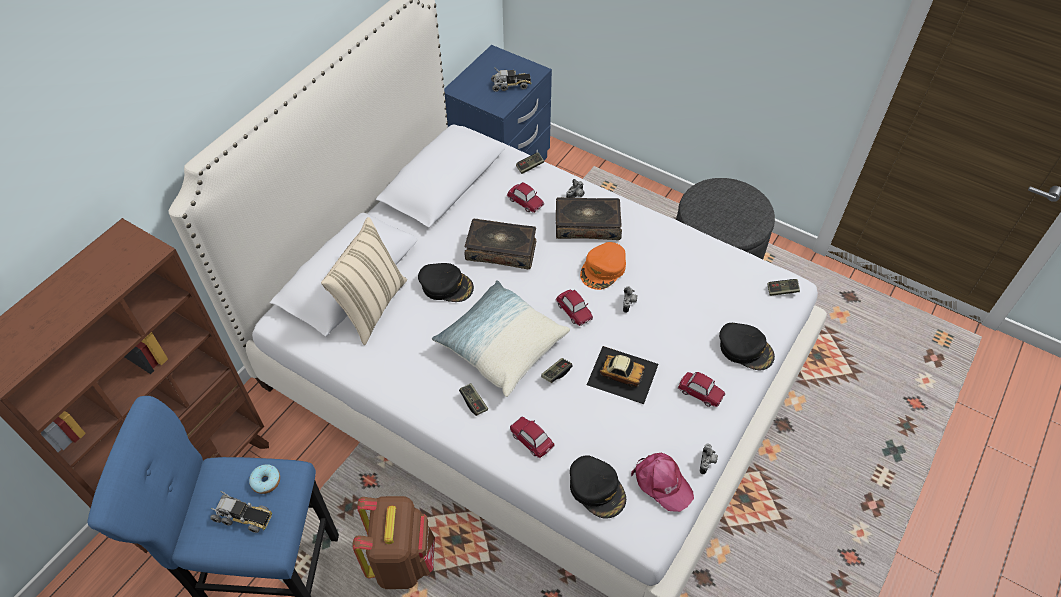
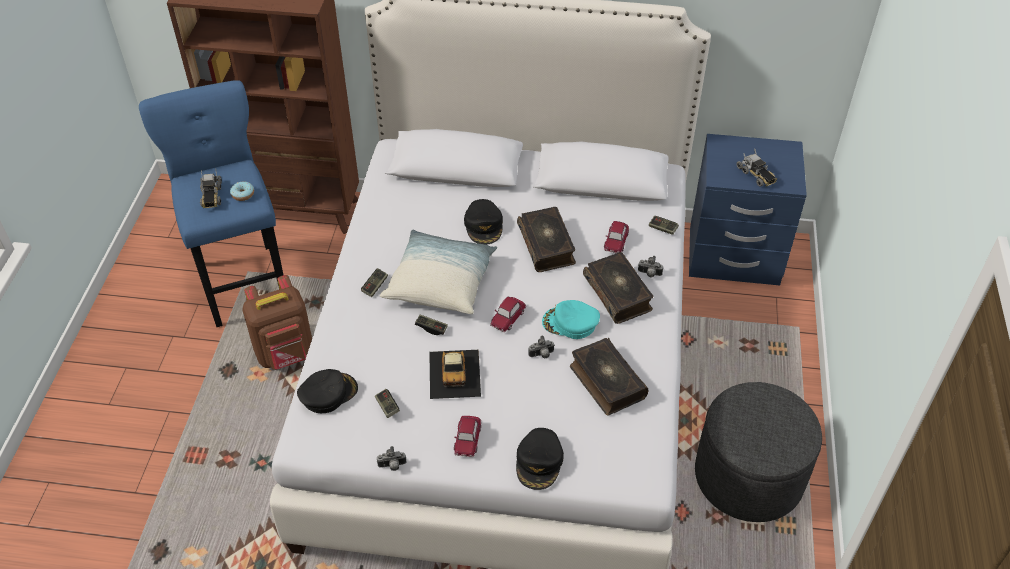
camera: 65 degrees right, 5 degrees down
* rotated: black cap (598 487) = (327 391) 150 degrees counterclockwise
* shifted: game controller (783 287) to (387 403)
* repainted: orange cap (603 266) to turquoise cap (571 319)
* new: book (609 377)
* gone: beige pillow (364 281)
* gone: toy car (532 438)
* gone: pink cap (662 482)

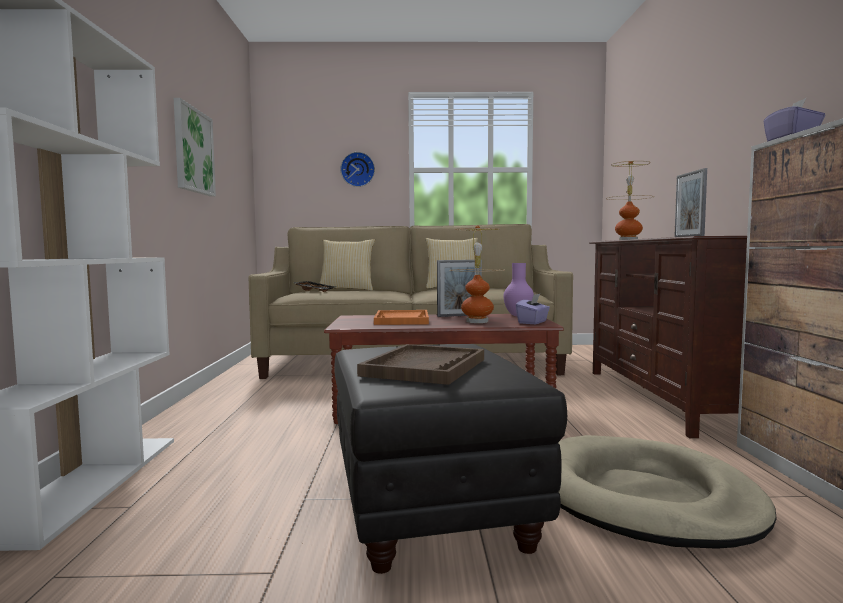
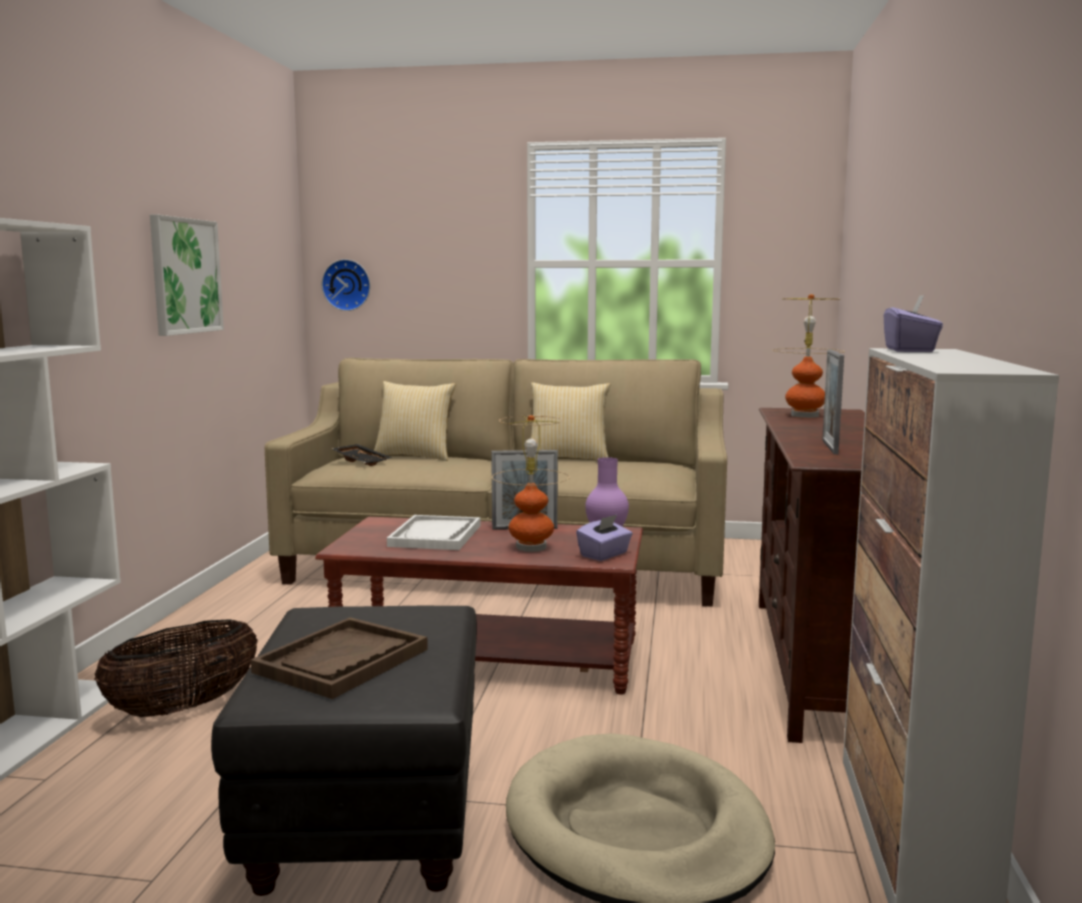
camera: 10 degrees right, 5 degrees up
* new: basket (176 668)
* shifted: wall clock (357 169) to (346 285)
* repainted: orange tray (401 317) to white tray (434 532)

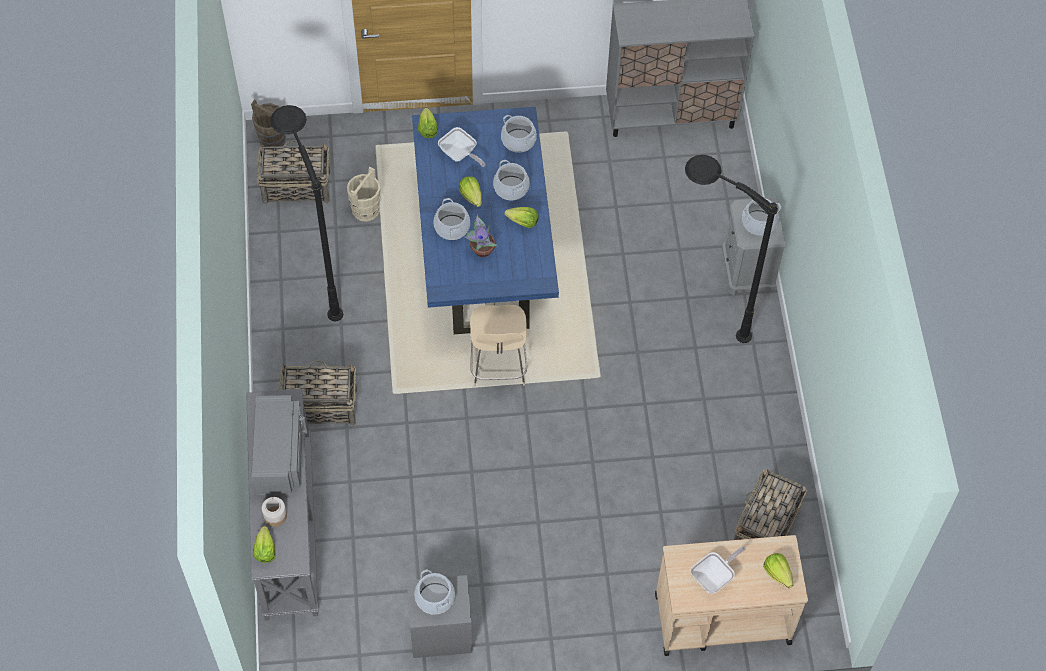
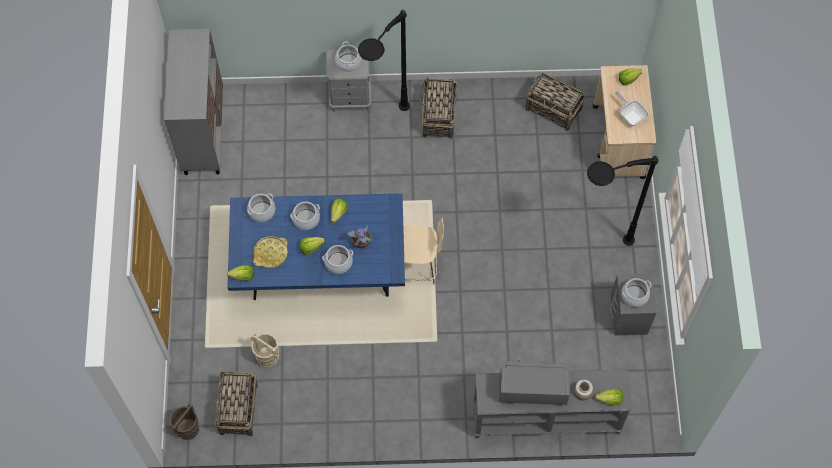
camera: 85 degrees left, 5 degrees up
* swapped: frying pan (462 147) to yellow tray (270 252)
* shifted: basket (318 393) to (438 108)
* shifted: black floor lamp (306 213) to (622 201)

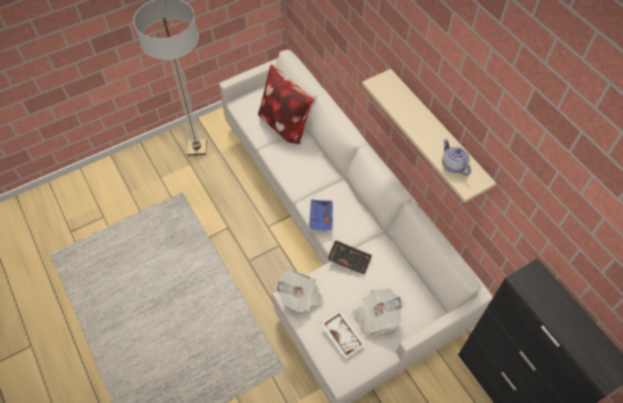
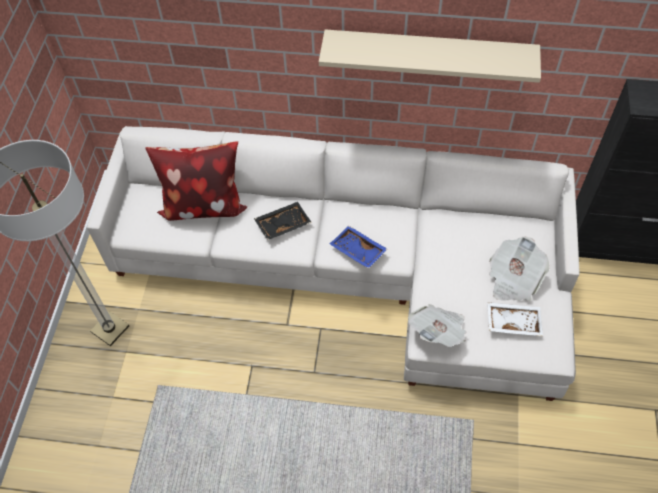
camera: 50 degrees left, 0 degrees up
* shifted: black tray (349 257) to (283 221)
* gone: teapot (456 157)

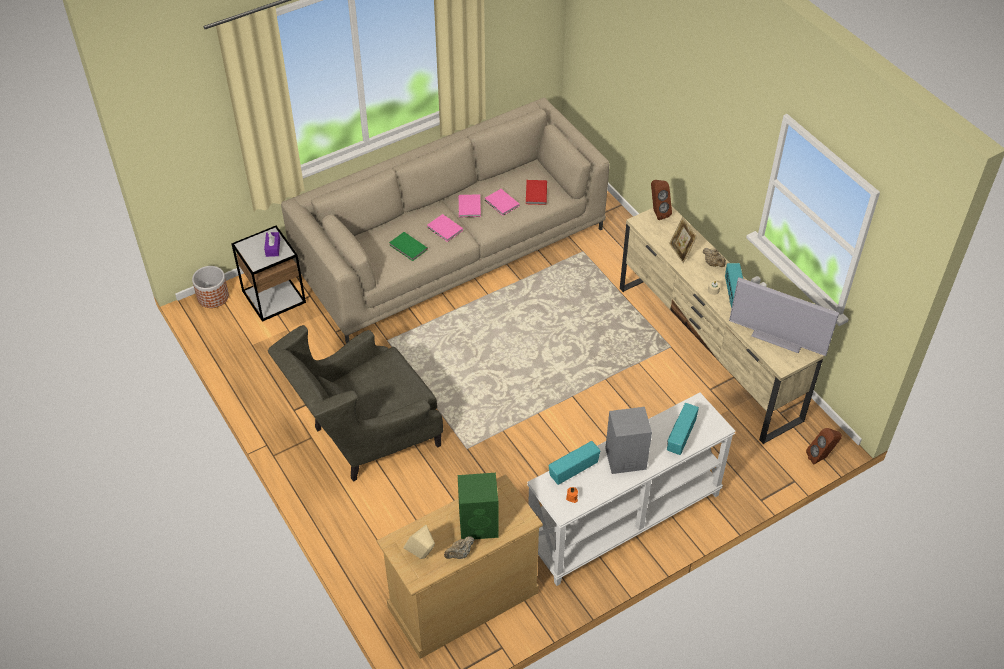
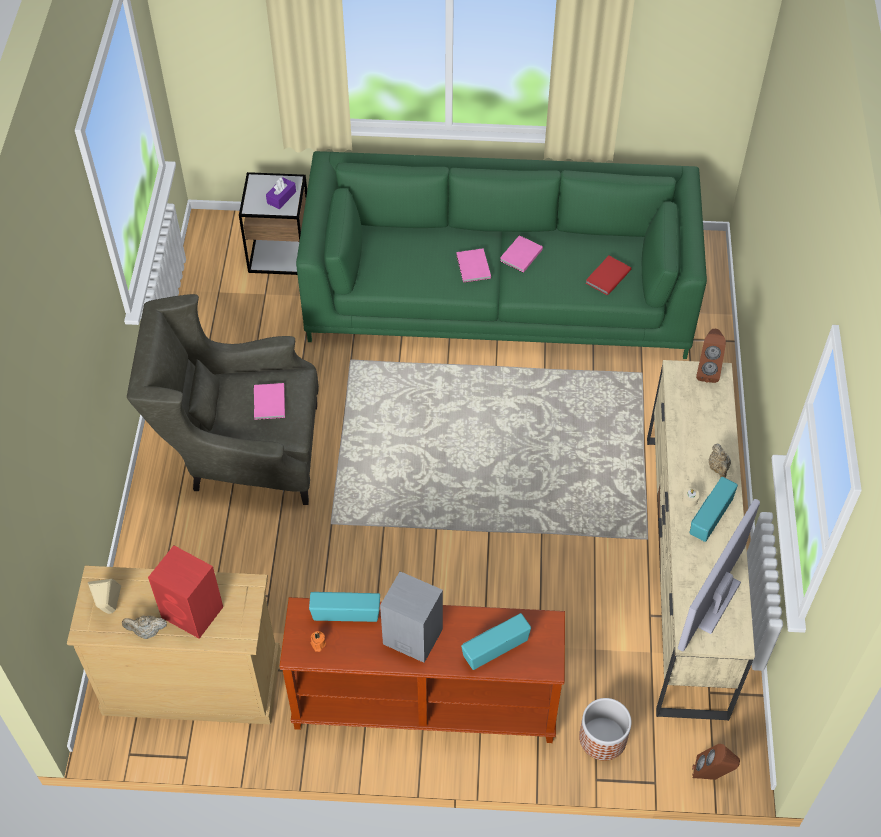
camera: 35 degrees right, 5 degrees up
* repainted: green speaker (478 506) to red speaker (185 592)
* shifted: pink book (502 202) to (269 401)
* repainted: white console table (631 489) to brown console table (422 670)
* repainted: beige sofa (445 221) to green sofa (501 255)
* shifted: planter (210 287) to (605 729)
* rotated: television (784 316) = (719 575) 60 degrees clockwise
* gone: green book (408 246)
* gone: picture frame (683 240)

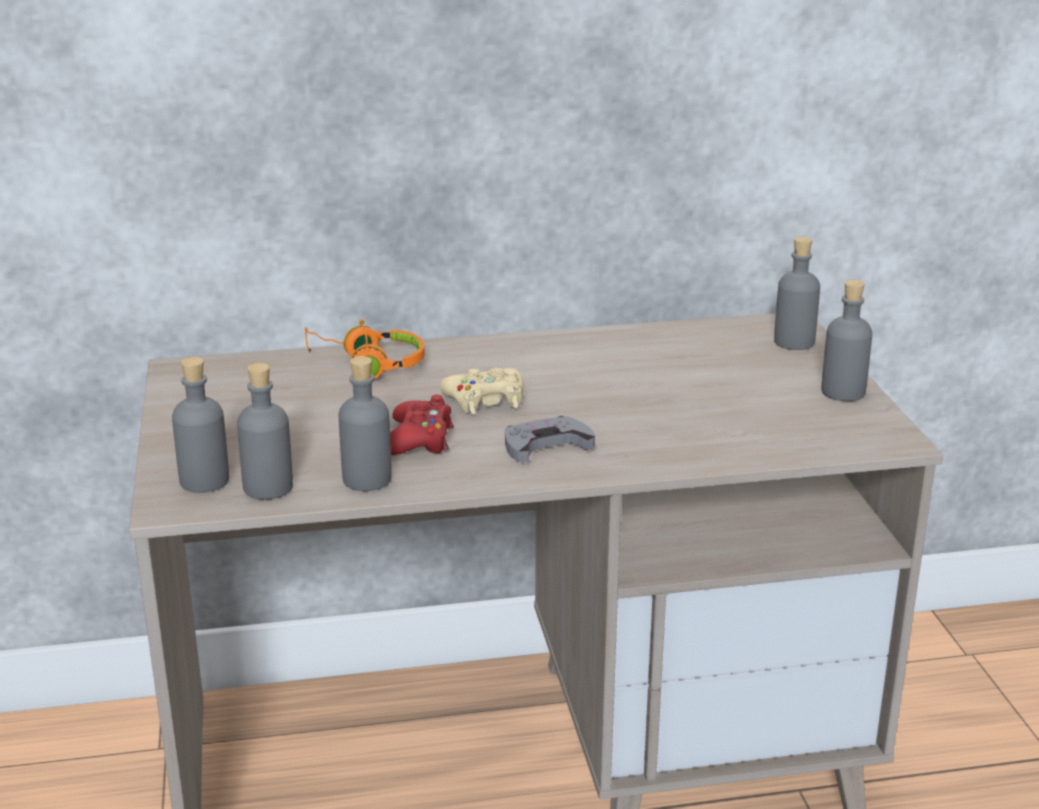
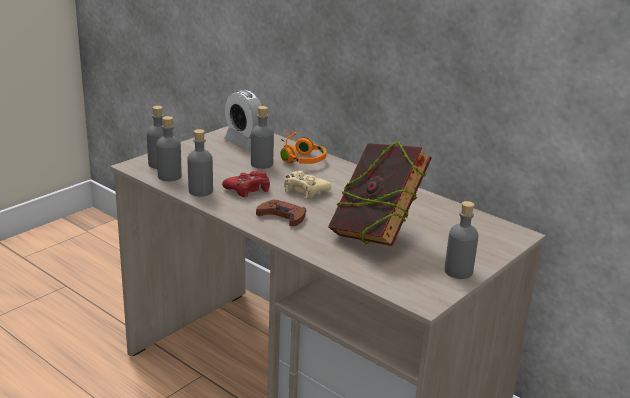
camera: 50 degrees right, 0 degrees up
* new: alarm clock (243 120)
* shifted: grey bottle (797 293) to (262 137)
* repainted: grey game controller (550 439) to brown game controller (281 212)
* new: book (380 193)

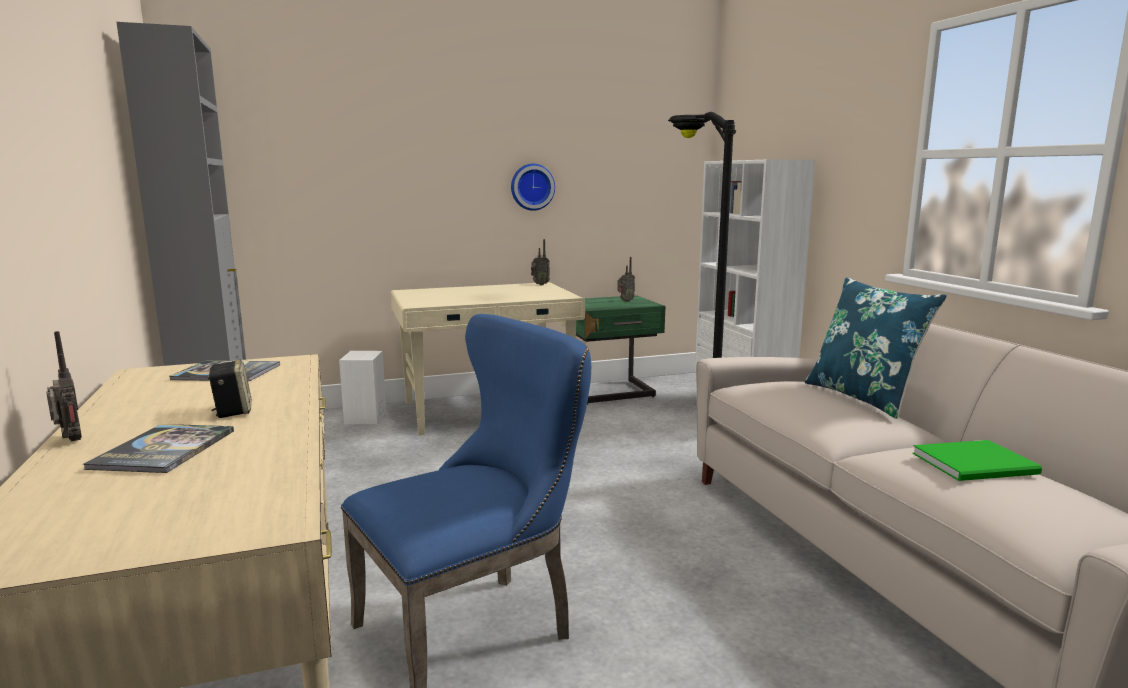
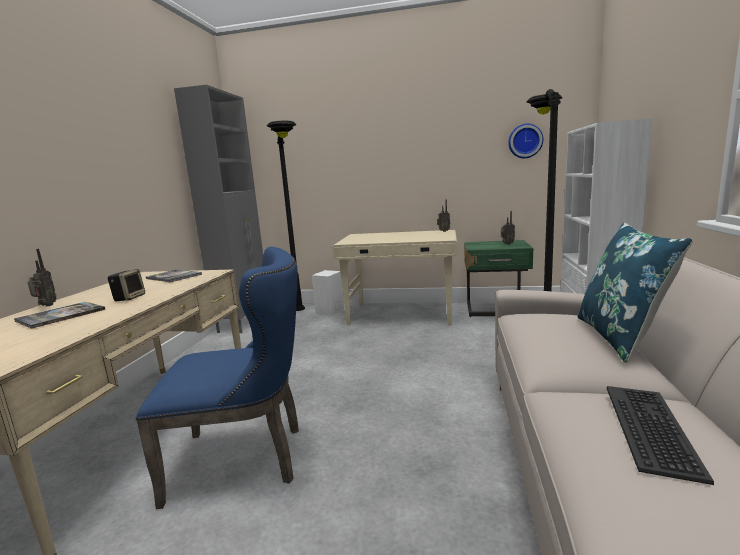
camera: 30 degrees right, 0 degrees up
* new: black floor lamp (286 216)
* shifted: wall clock (533 187) to (525 141)
* swapped: green book (977 460) to keyboard (660 435)

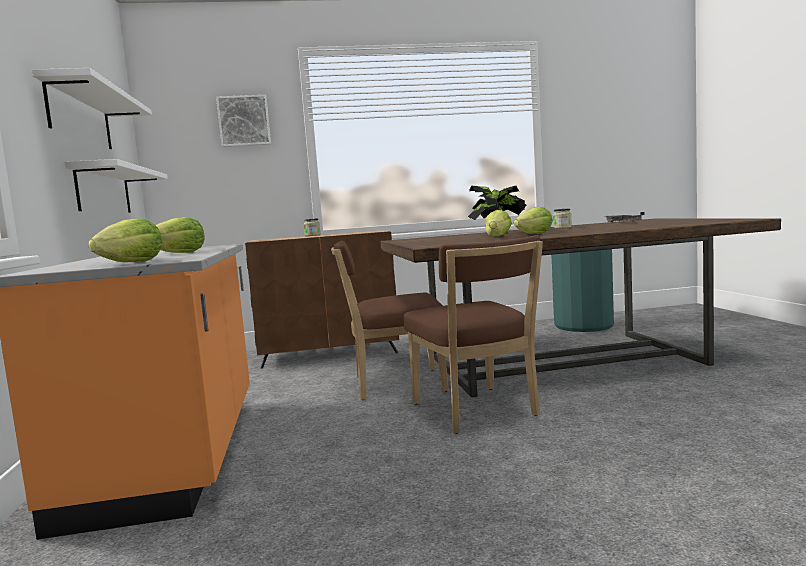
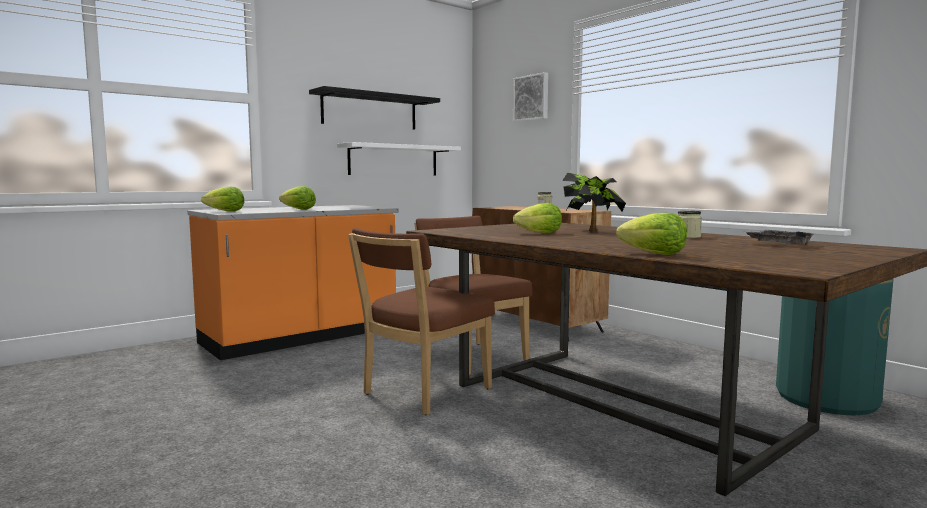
camera: 60 degrees right, 0 degrees up
* repainted: white shelf (92 108) to black shelf (374 108)
* shifted: lettuce (533 220) to (651 234)

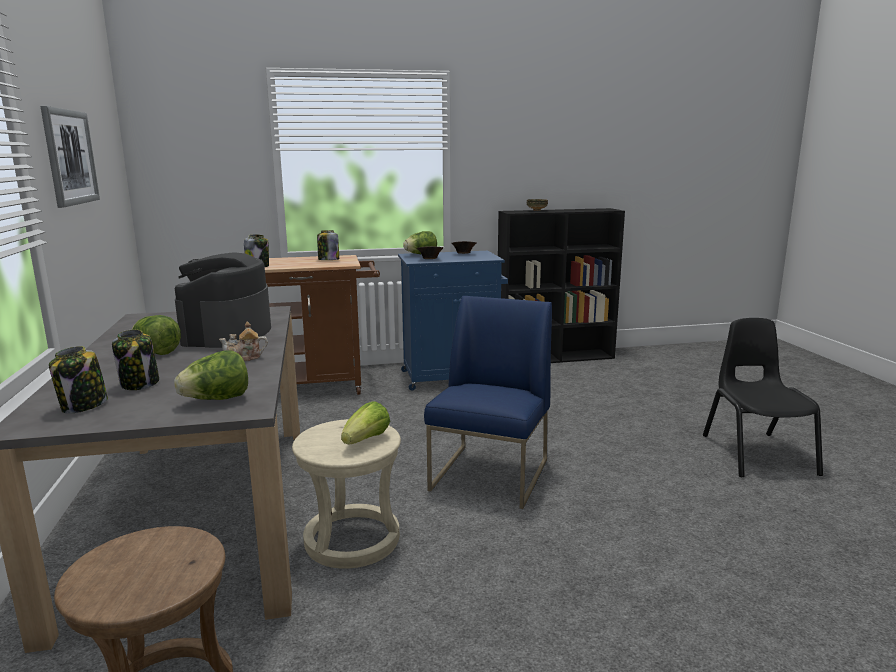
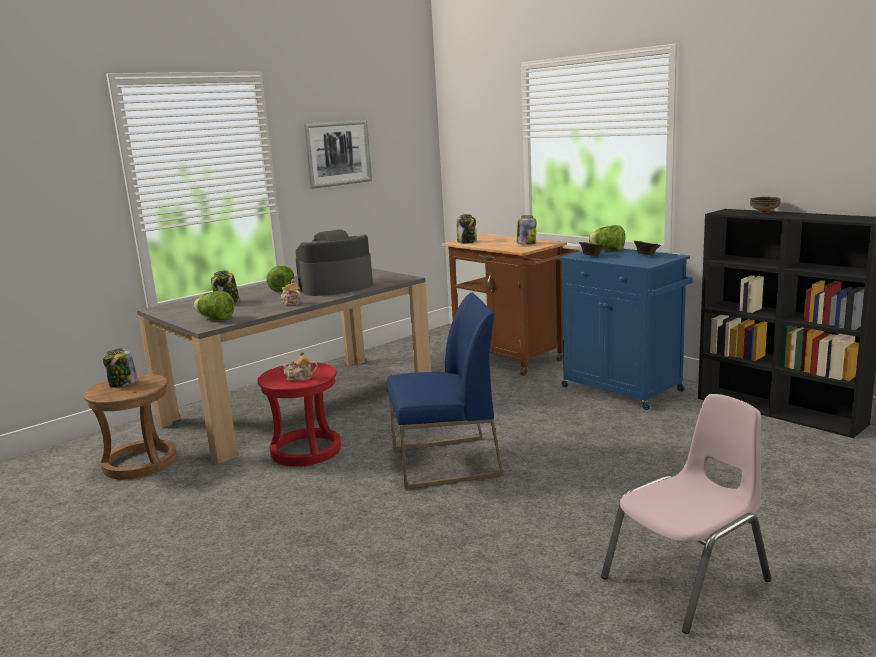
camera: 60 degrees right, 0 degrees up
* shifted: jar (78 380) to (120 368)
* repainted: beige stool (346 494) to red stool (299 414)
* swapped: lettuce (365 423) to teapot (299 366)
* repainted: black chair (763 397) to pink chair (686 514)

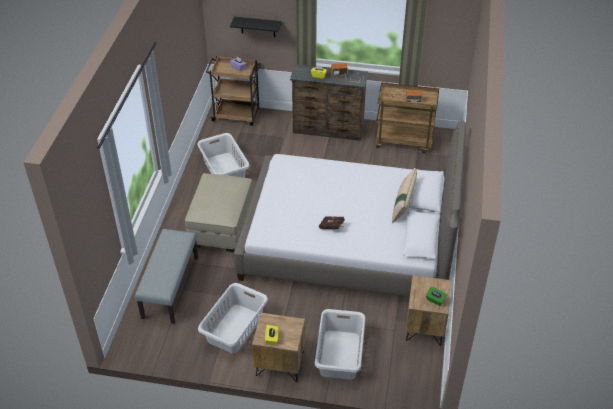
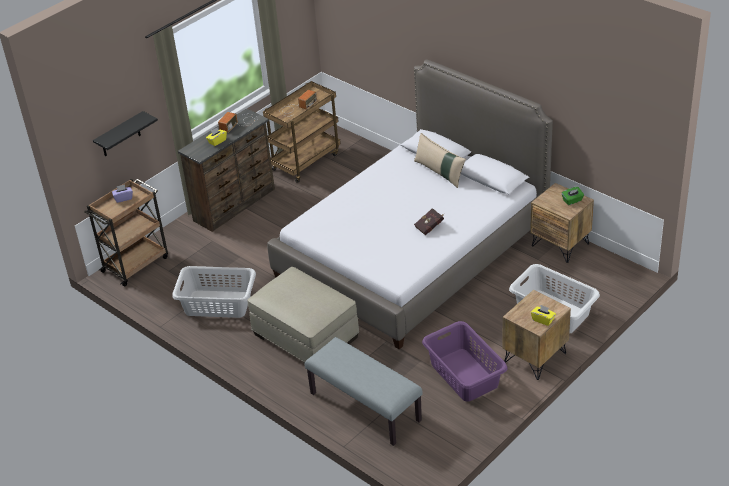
camera: 55 degrees left, 5 degrees down
* repainted: grey laundry basket (233 318) to purple laundry basket (465 361)

